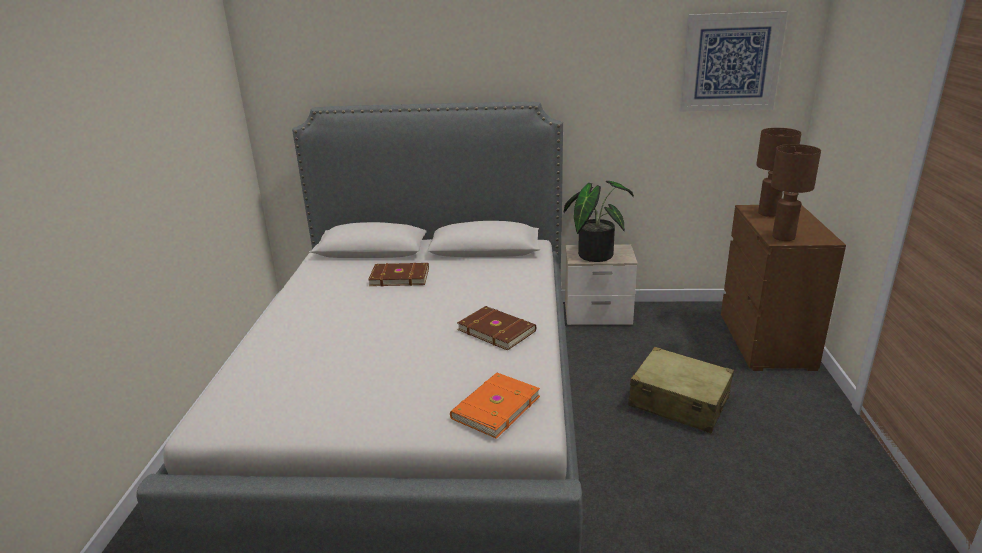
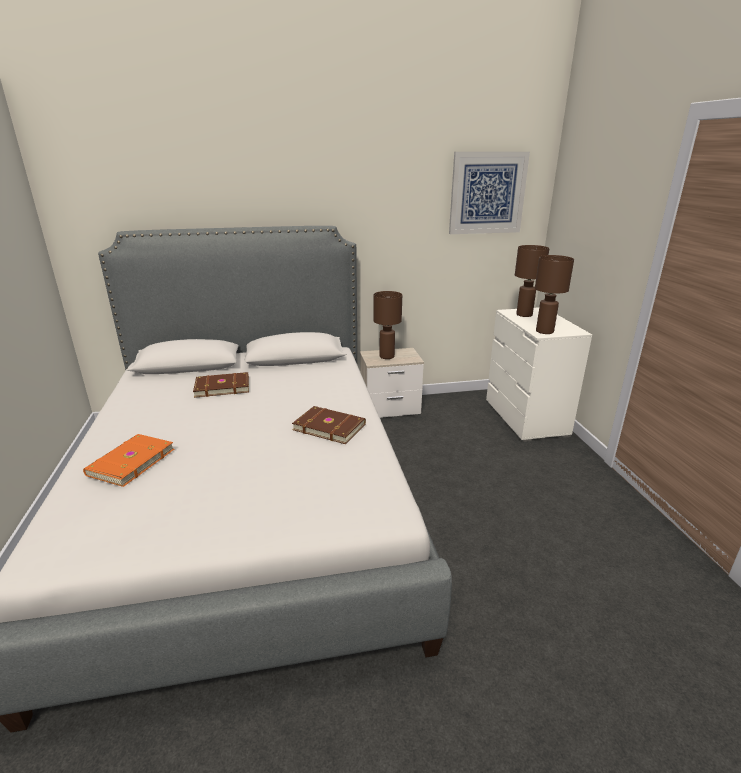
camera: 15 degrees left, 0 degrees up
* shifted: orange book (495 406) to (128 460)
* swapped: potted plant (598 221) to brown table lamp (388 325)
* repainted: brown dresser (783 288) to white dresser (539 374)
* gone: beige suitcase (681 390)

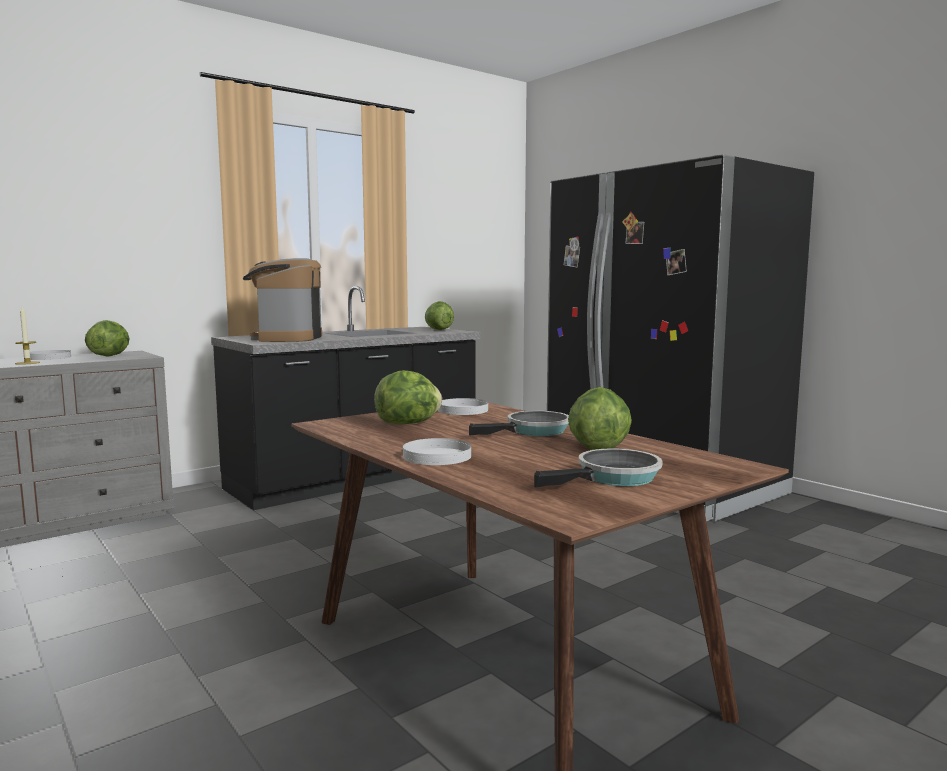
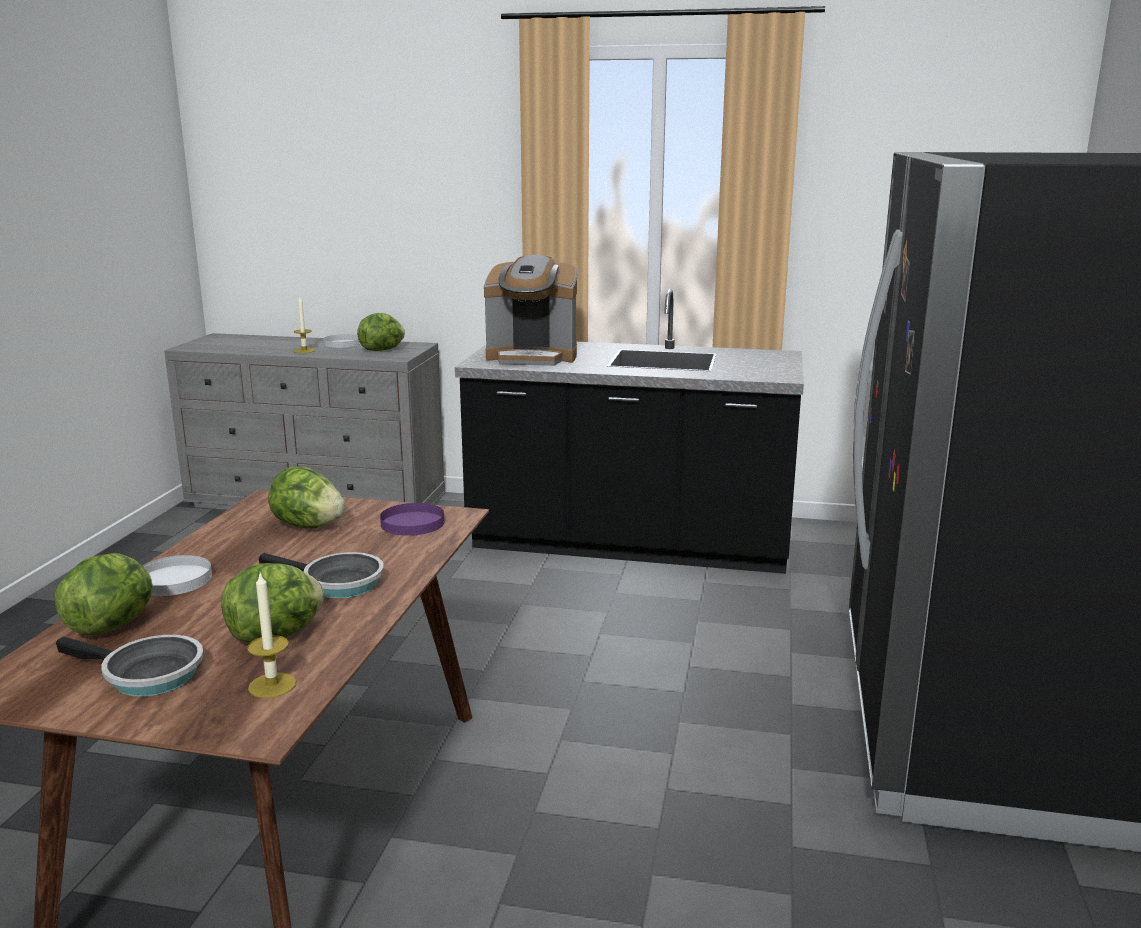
camera: 50 degrees right, 10 degrees up
* shifted: lettuce (439 315) to (104 594)
* new: candle (271 635)
* repainted: white plate (463 406) to purple plate (412 519)
* rotated: coffee machine (282 300) = (530 310) 135 degrees counterclockwise

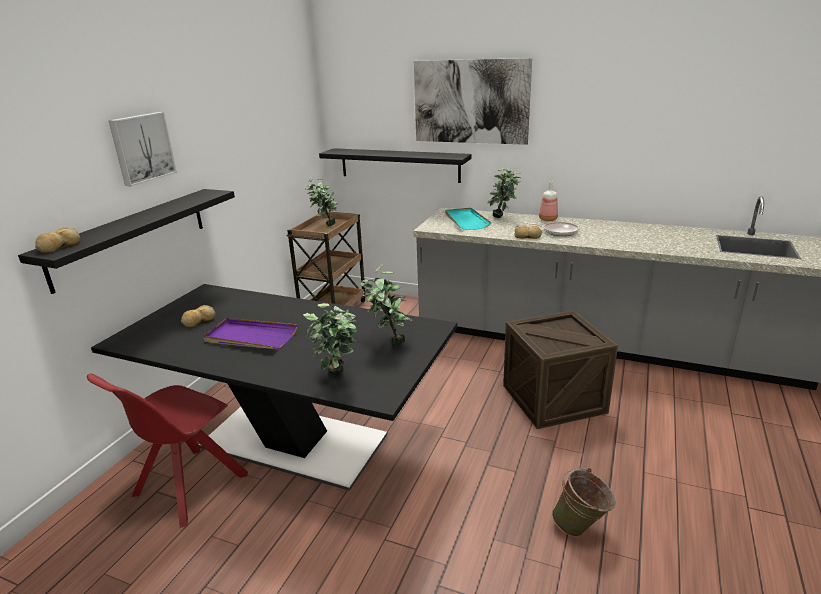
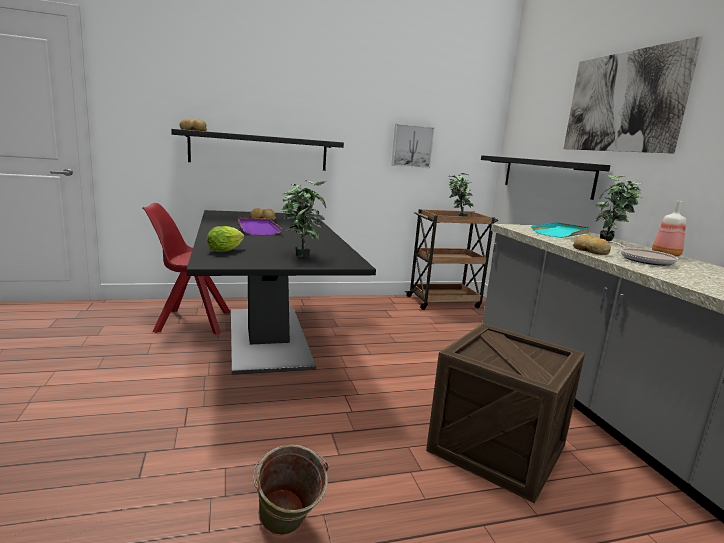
camera: 50 degrees right, 10 degrees down
* swapped: potted plant (330 339) to lettuce (225 239)
* shifted: picture (143 149) to (413 146)

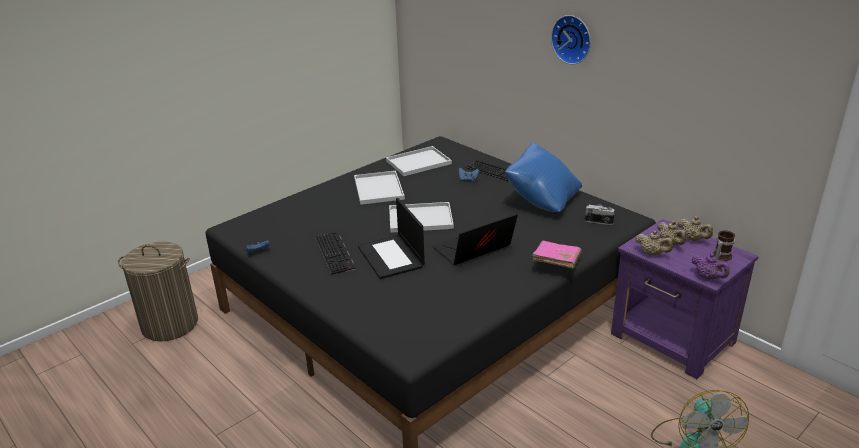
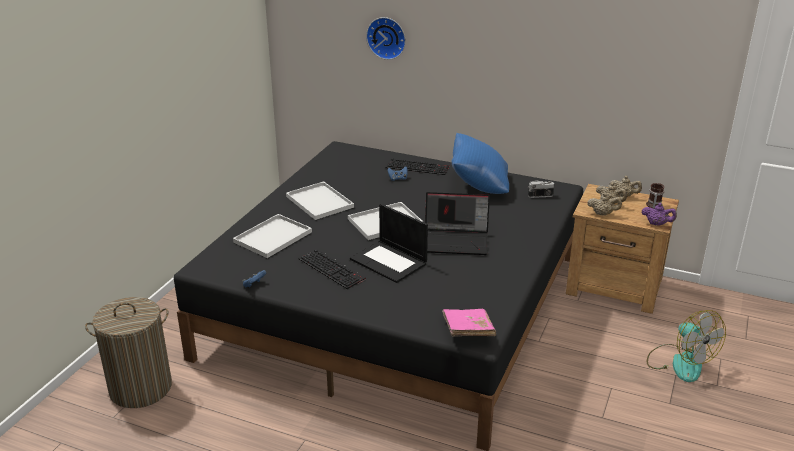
camera: 25 degrees left, 0 degrees up
* shifted: white tray (419 161) to (272 236)
* shifted: wall clock (571 39) to (386 38)
* rotated: laptop (475 239) = (457 223) 120 degrees counterclockwise
* shifted: pink book (557 255) to (469 323)
* repainted: purple nightstand (685 299) to brown nightstand (622 249)

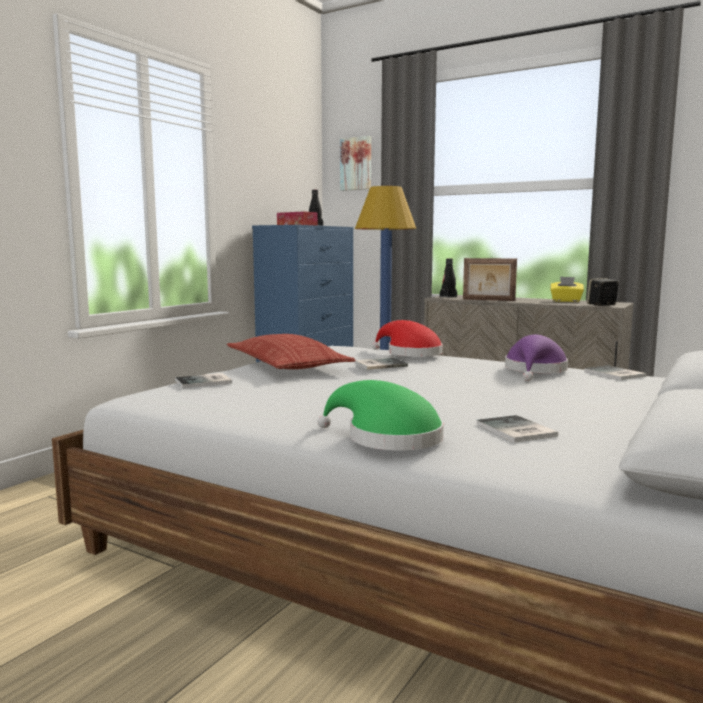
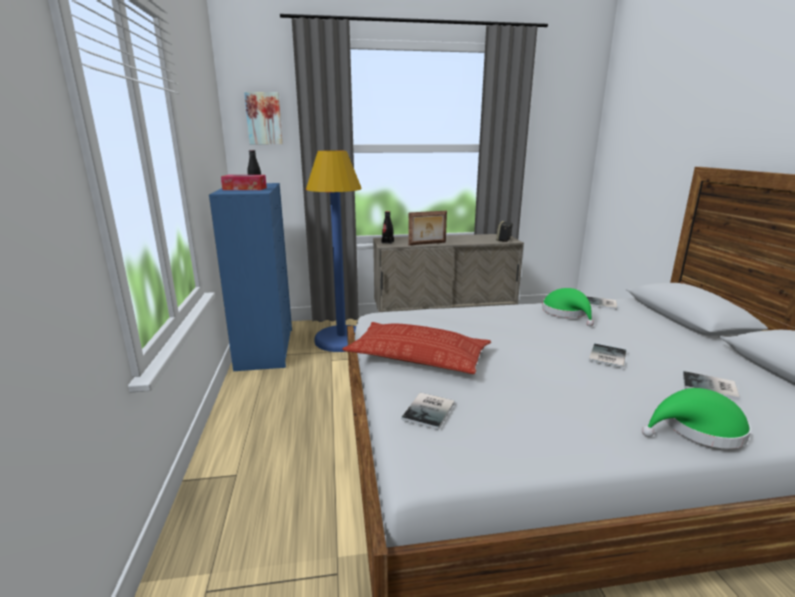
camera: 40 degrees left, 10 degrees up
* repainted: purple hat (536 357) to green hat (568 307)
* shifted: book (381 364) to (607 355)
* gone: red hat (407 338)
* gone: yellow tissue box (567 289)

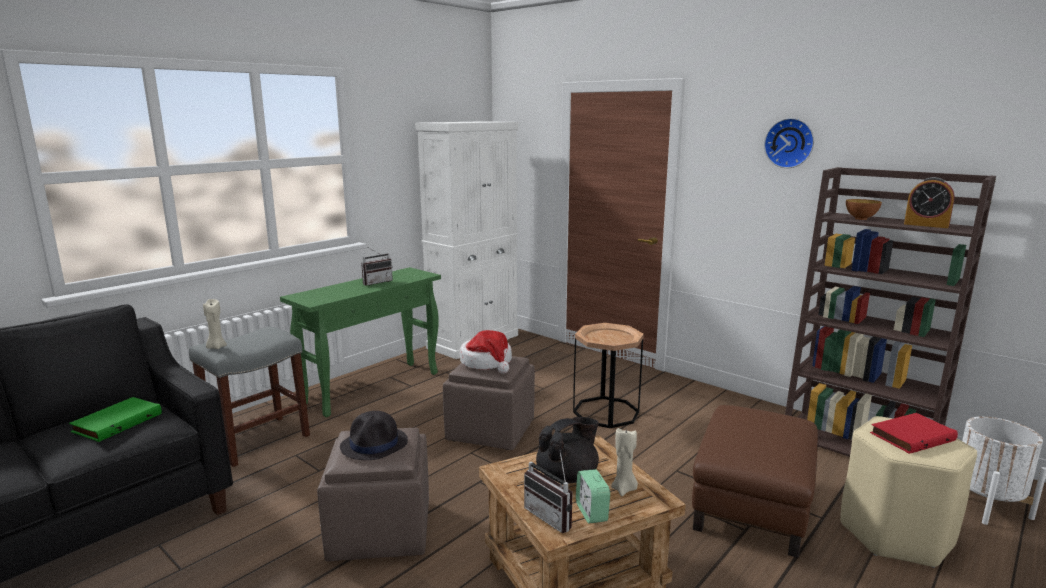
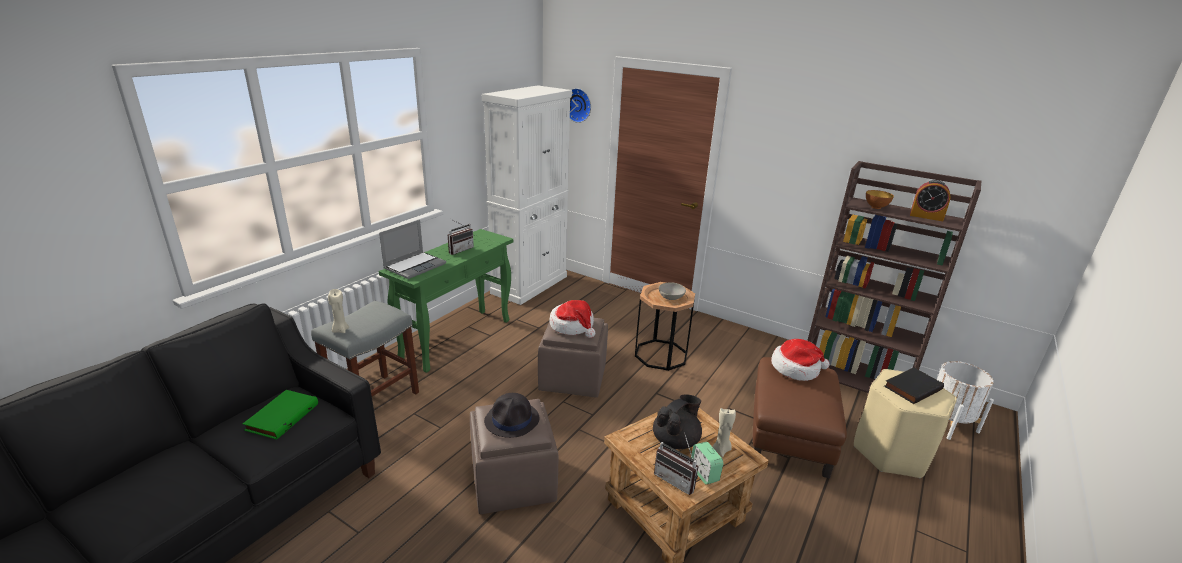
camera: 10 degrees left, 10 degrees up
* new: laptop (412 249)
* shifted: wall clock (789 143) to (580 105)
* new: grey bowl (672 291)
* new: hat (800 360)
* repainted: red book (914 433) to black book (914 385)

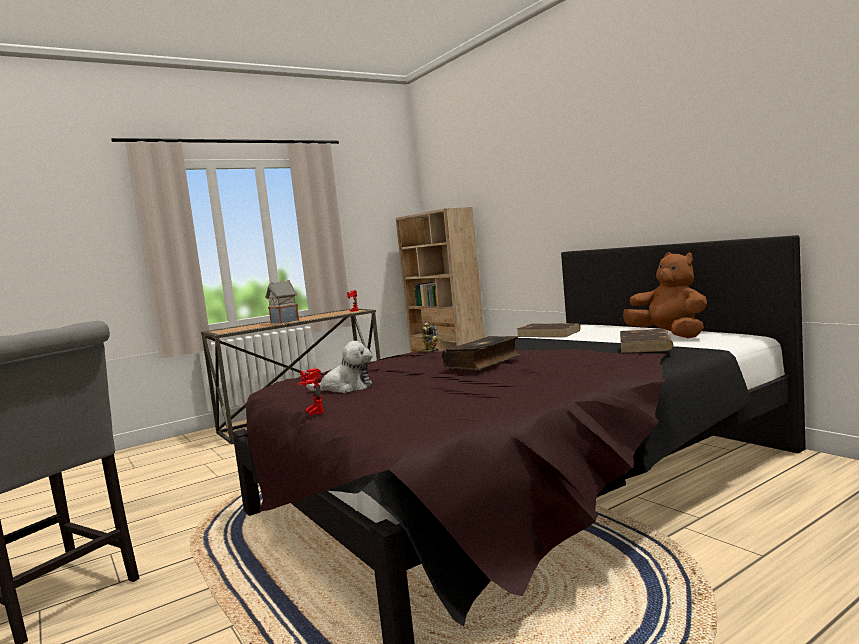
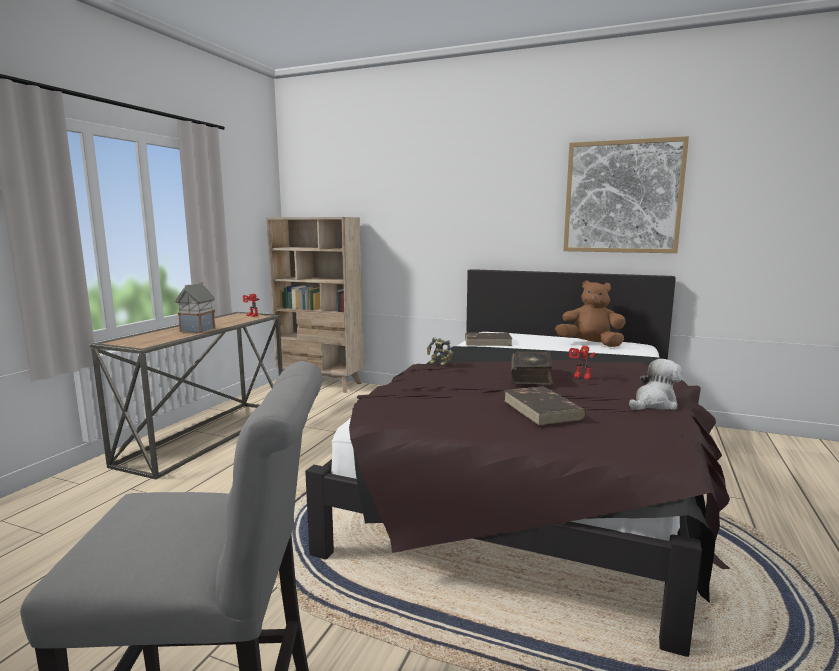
camera: 35 degrees left, 5 degrees up
* shifted: brown book (646 341) to (544 405)
* new: picture (626 194)
* shifted: toy robot (310 392) to (583 362)
* shifted: plush toy (339 367) to (656 384)

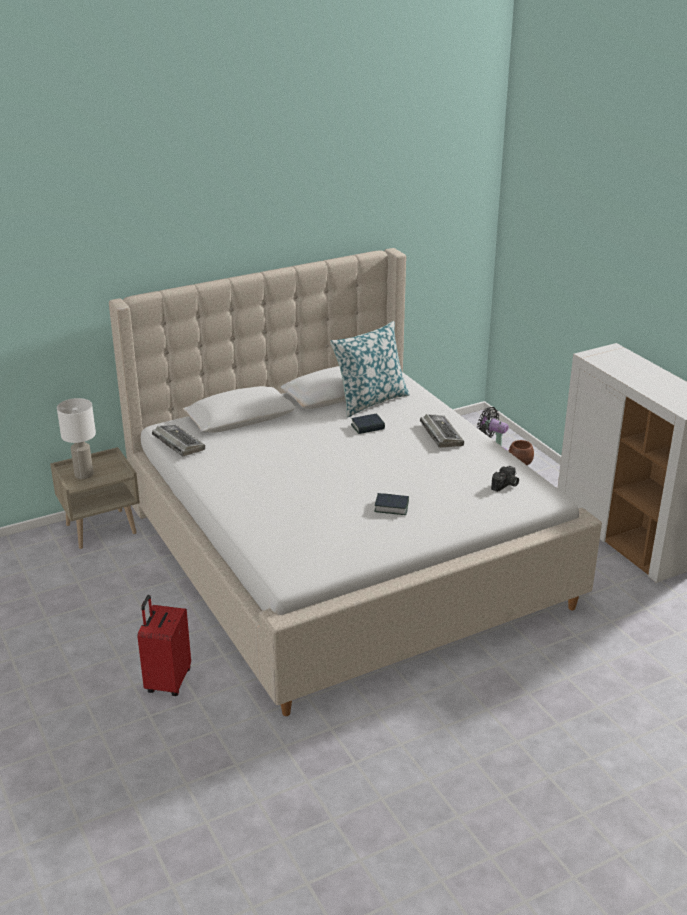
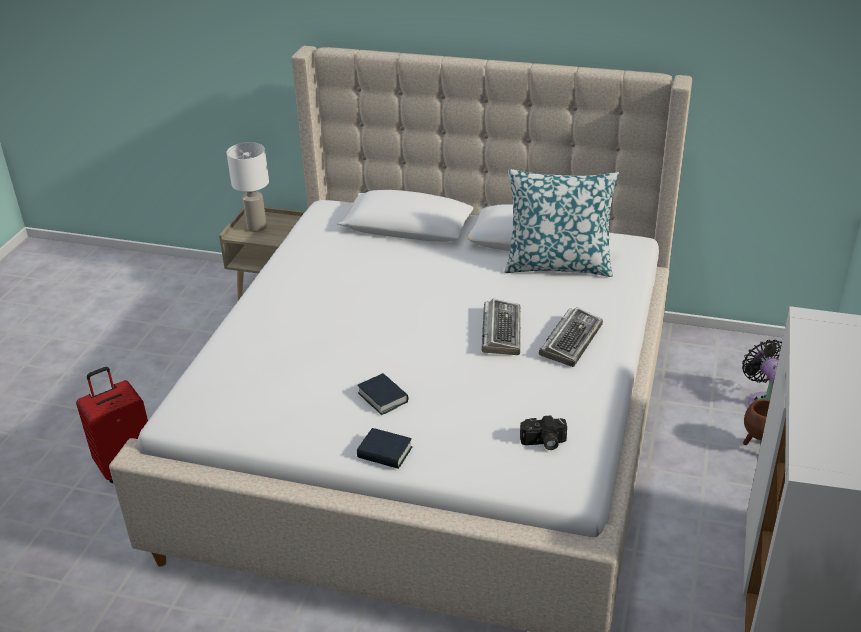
camera: 45 degrees right, 5 degrees up
* shifted: book (368 424) to (385 448)
* shifted: keyboard (178 440) to (501 327)

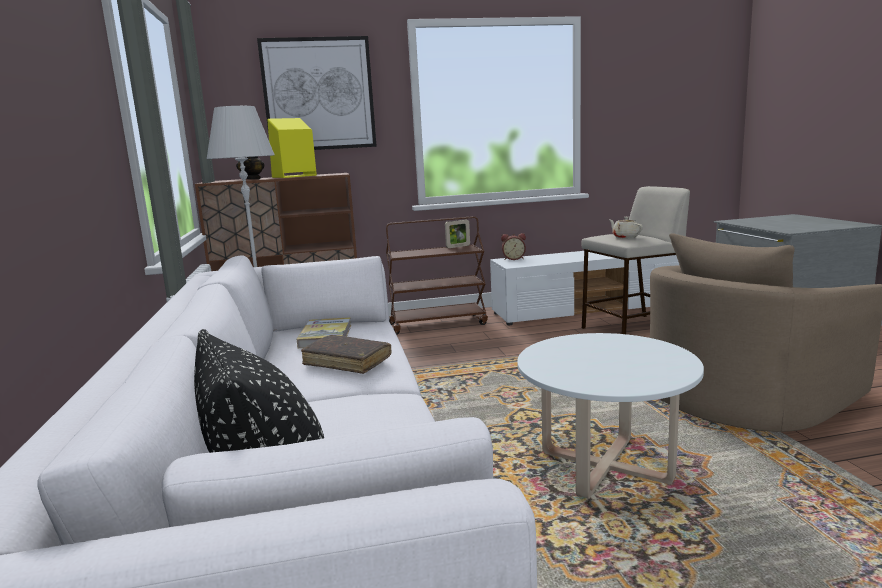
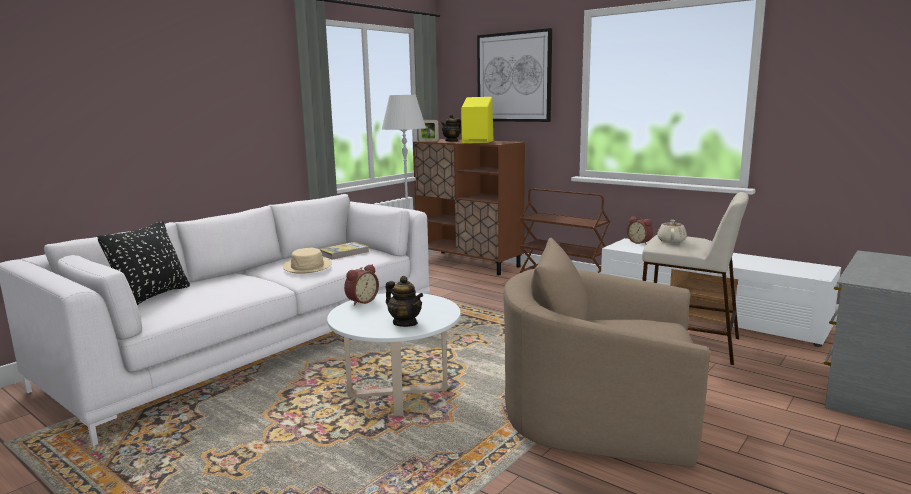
camera: 50 degrees right, 0 degrees up
* swapped: brown book (346 354) to beige hat (307 261)
* new: alarm clock (361 285)
* new: teapot (404 301)
* shifted: picture frame (457 233) to (428 131)

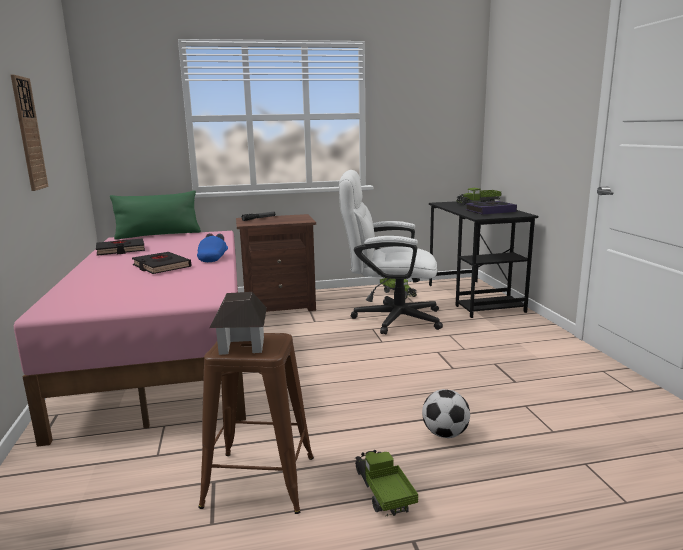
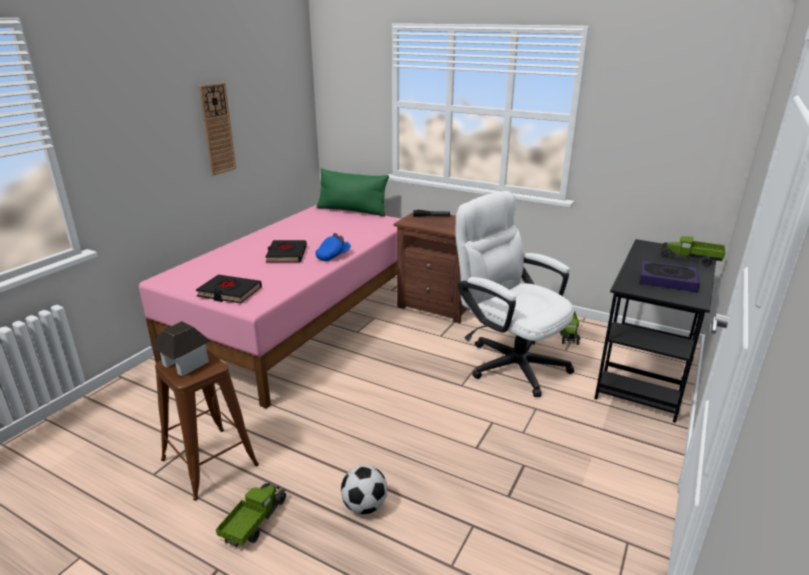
camera: 40 degrees right, 10 degrees up
* shifted: black book (120 247) to (229 289)

